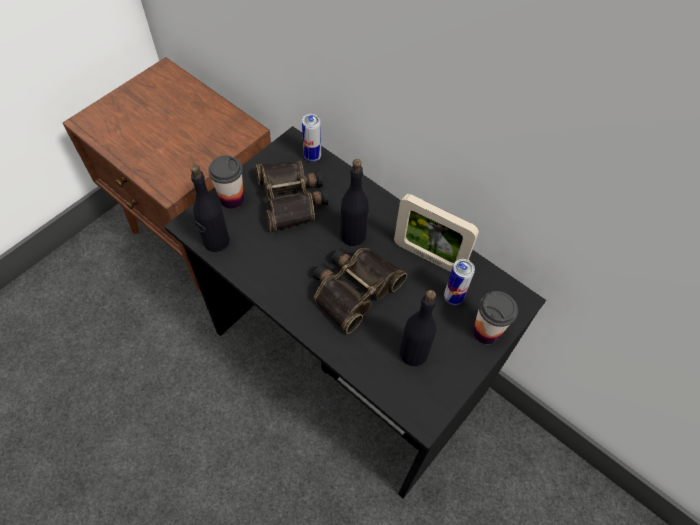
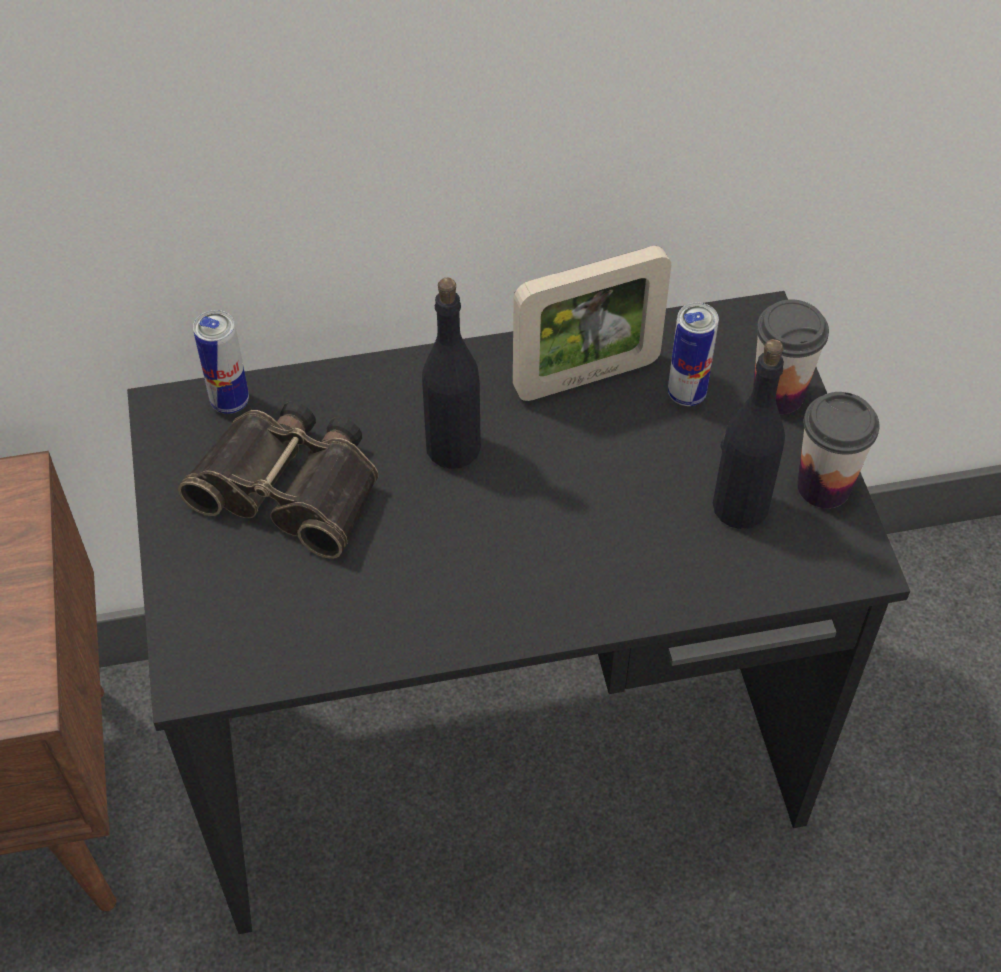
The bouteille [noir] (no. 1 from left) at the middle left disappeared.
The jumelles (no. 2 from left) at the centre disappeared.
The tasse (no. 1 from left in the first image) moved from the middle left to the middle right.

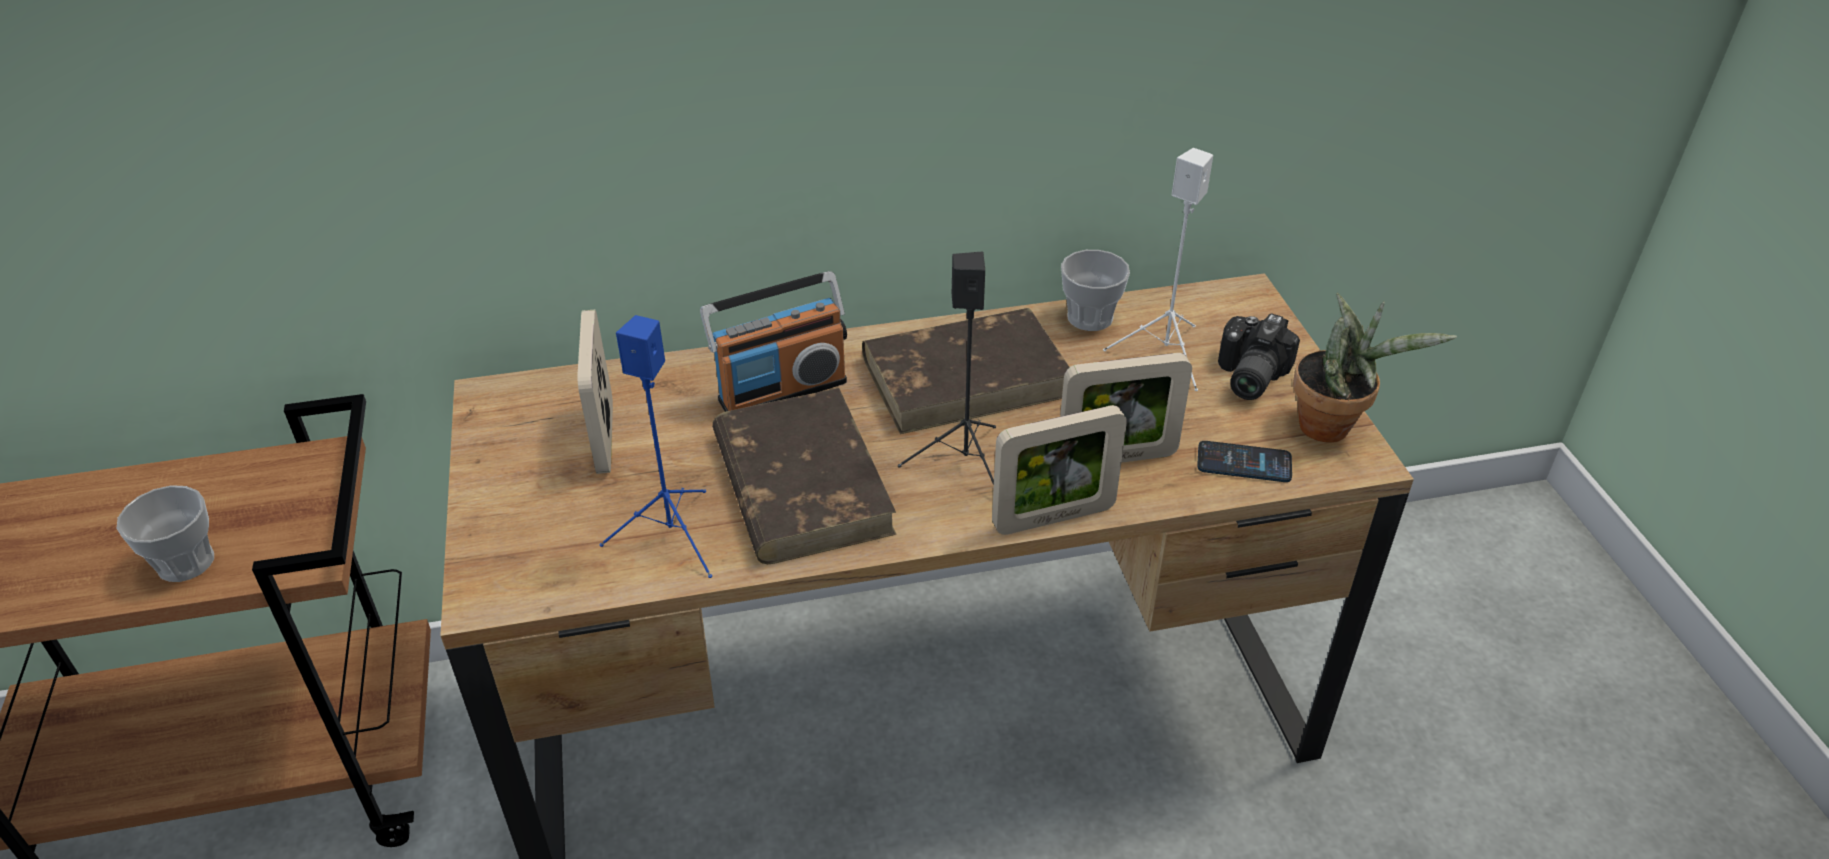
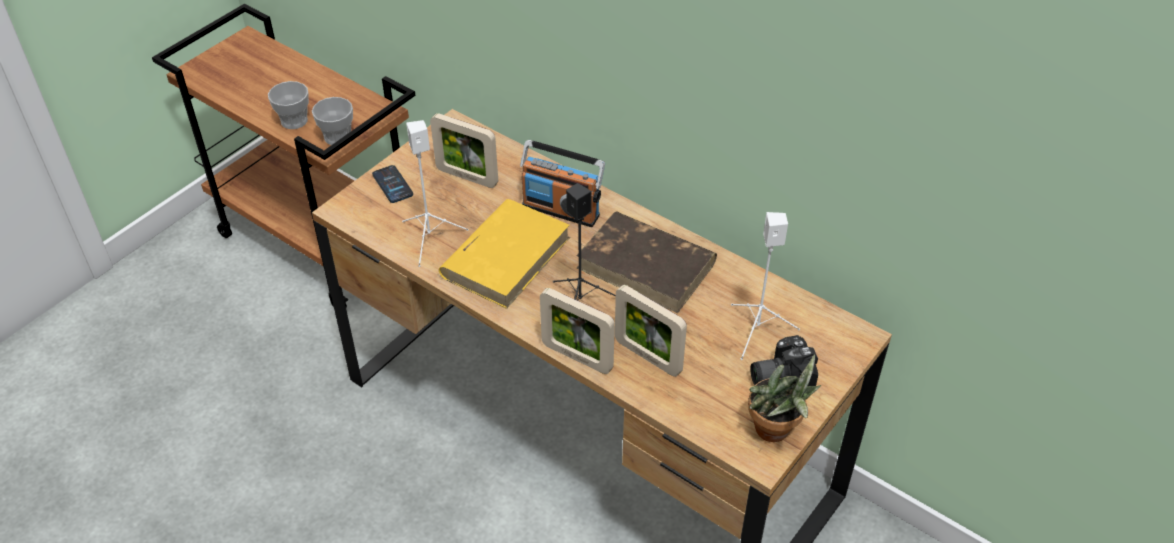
The tasse (no. 2 from left) moved from the centre to the top left.
The téléphone moved from the middle right to the centre.
The enceinte [bleu] at the centre became the enceinte [blanc] (no. 1 from left) at the centre.
The livre [marron] (no. 1 from left) at the centre became the livre [jaune] at the centre.
The cadre photo (no. 1 from left) at the middle left turned 105 degrees counterclockwise.

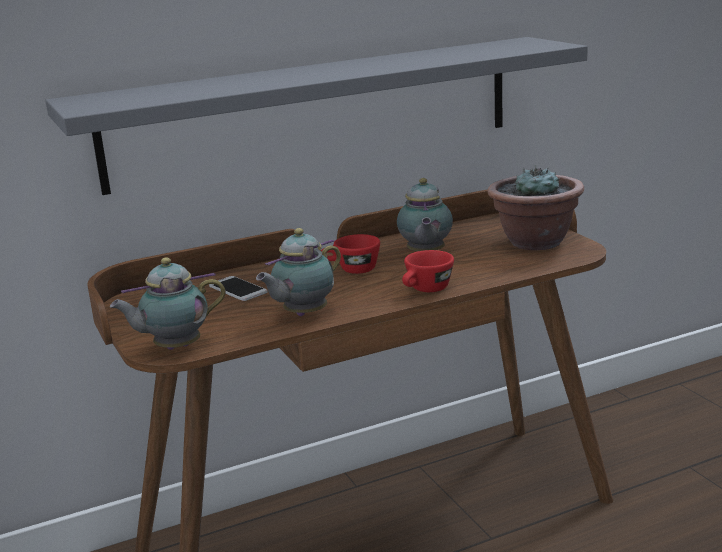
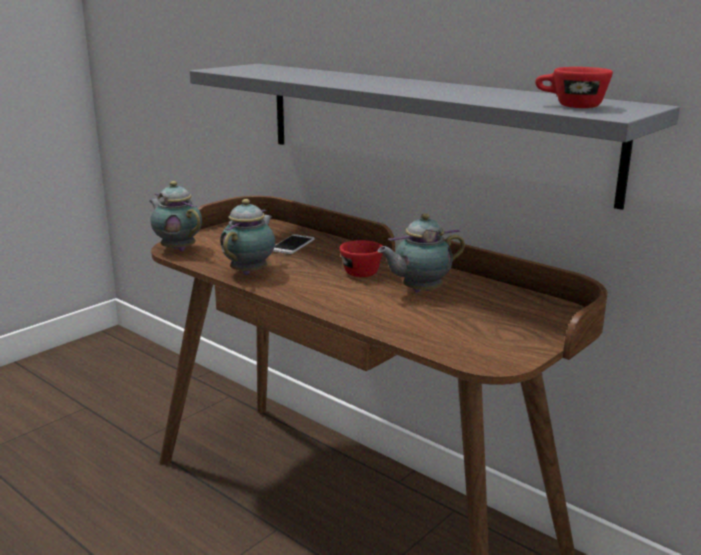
The plante en pot at the middle right disappeared.
The tasse [rouge] (no. 2 from left) moved from the centre to the top right.
The théière (no. 2 from left) at the centre turned 90 degrees clockwise.

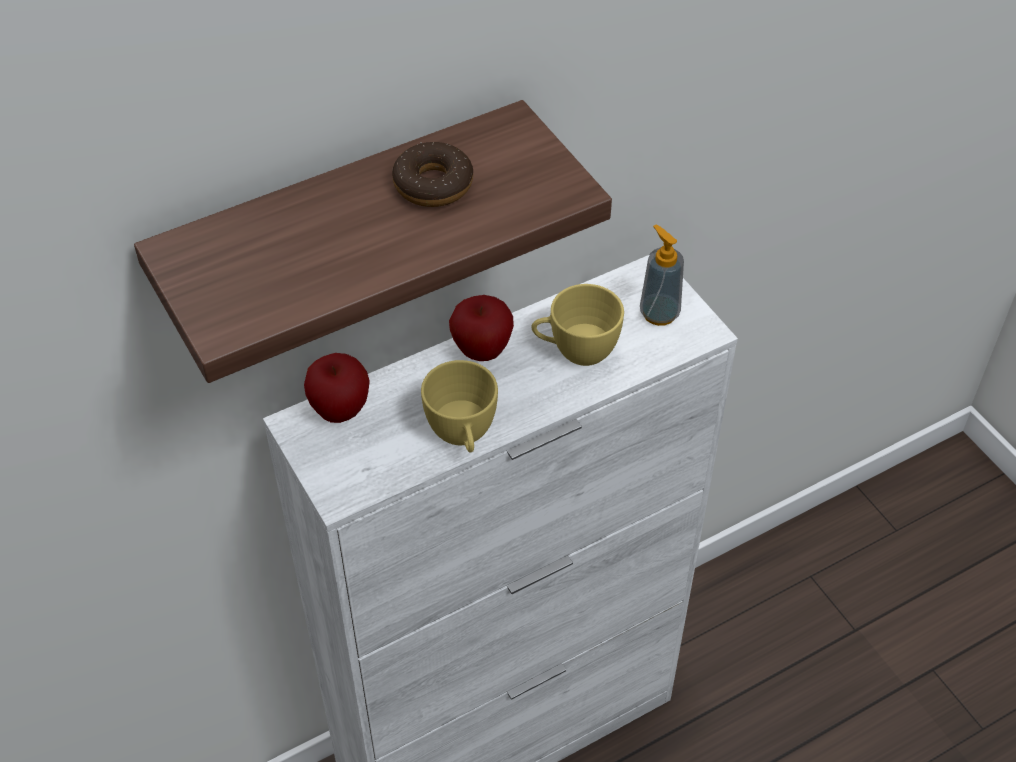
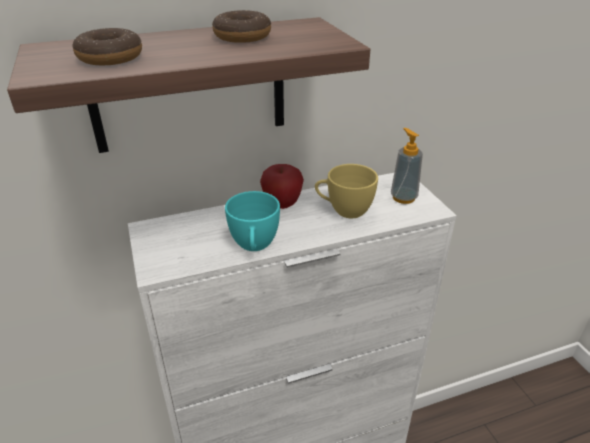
The pomme (no. 1 from left) at the middle left disappeared.
The beignet (no. 1 from left) at the top left appeared.
The tasse [jaune] (no. 1 from left) at the centre became the tasse [turquoise] at the centre.

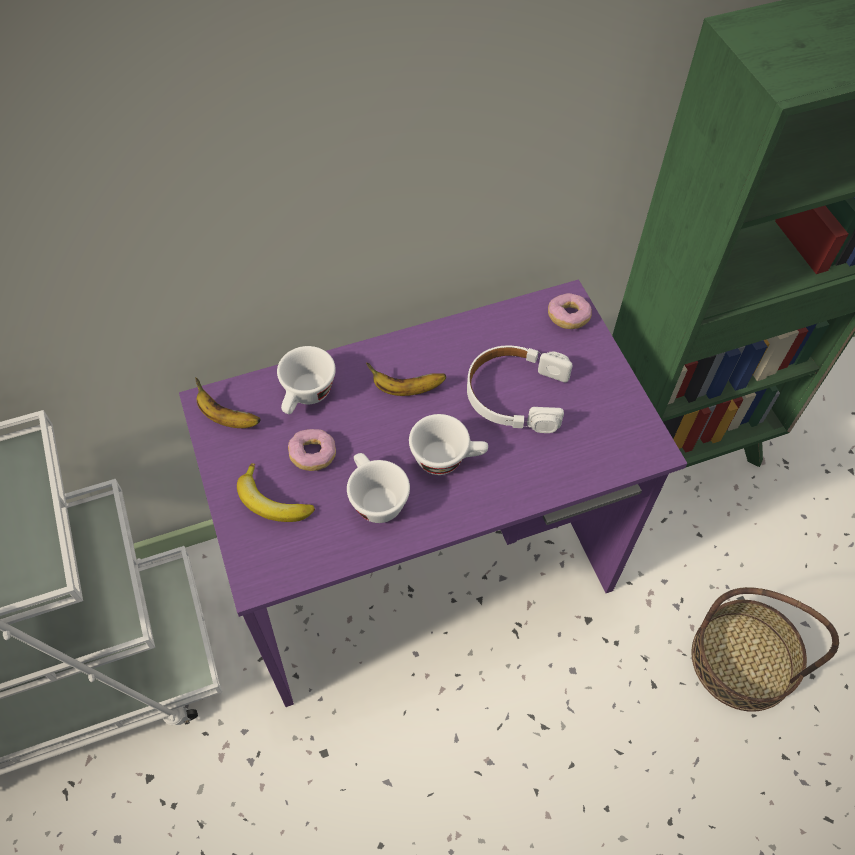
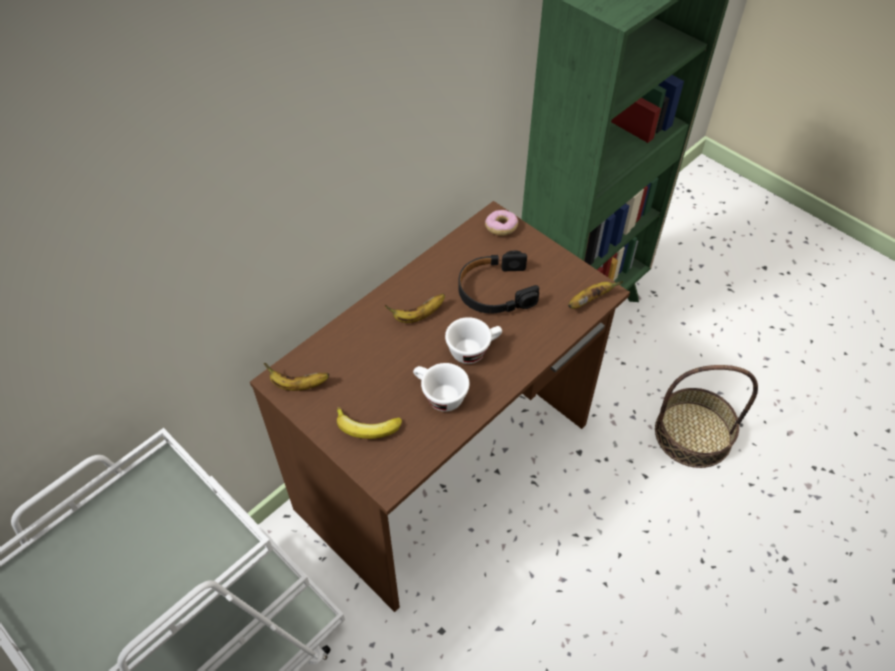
The tasse [blanc] (no. 1 from left) at the centre disappeared.
The beignet (no. 1 from left) at the centre disappeared.
The banane (no. 4 from left) at the centre appeared.
The bureau [violet] at the centre became the bureau [marron] at the centre.
The casque audio [blanc] at the centre became the casque audio [noir] at the centre.

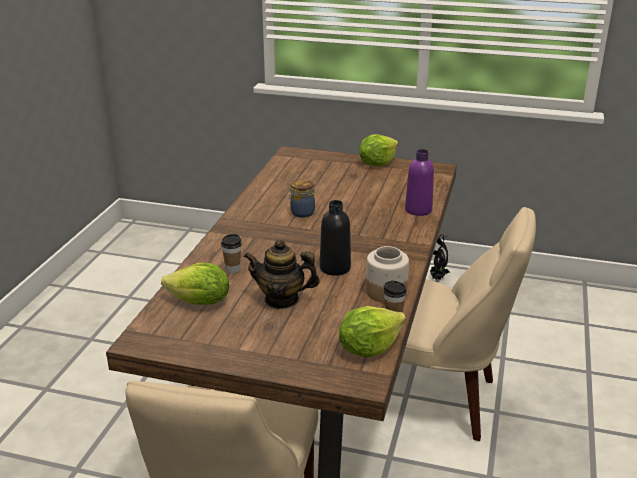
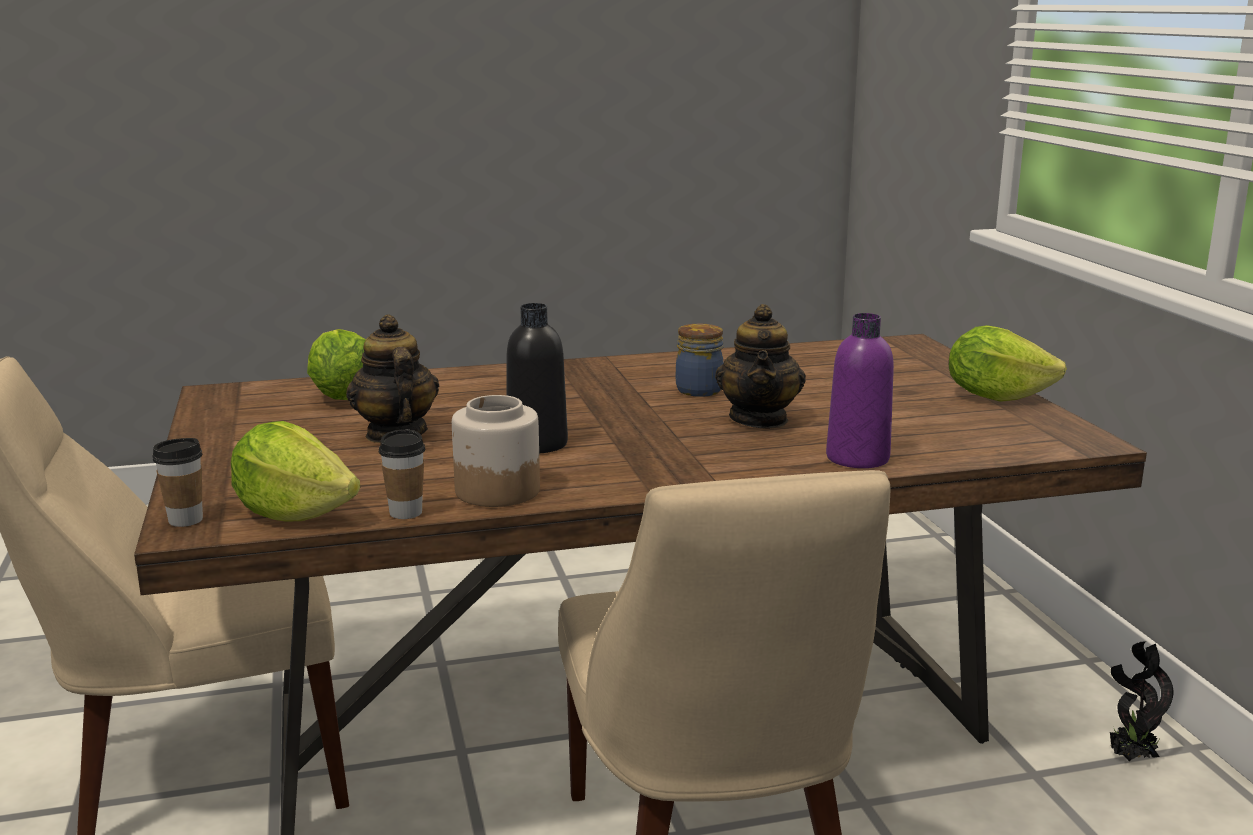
The théière (no. 2 from left) at the centre appeared.
The tasse (no. 1 from left) moved from the centre to the middle left.

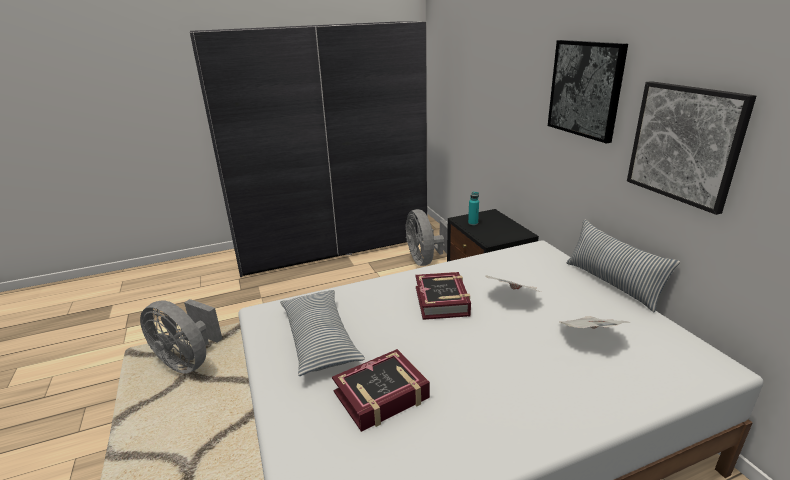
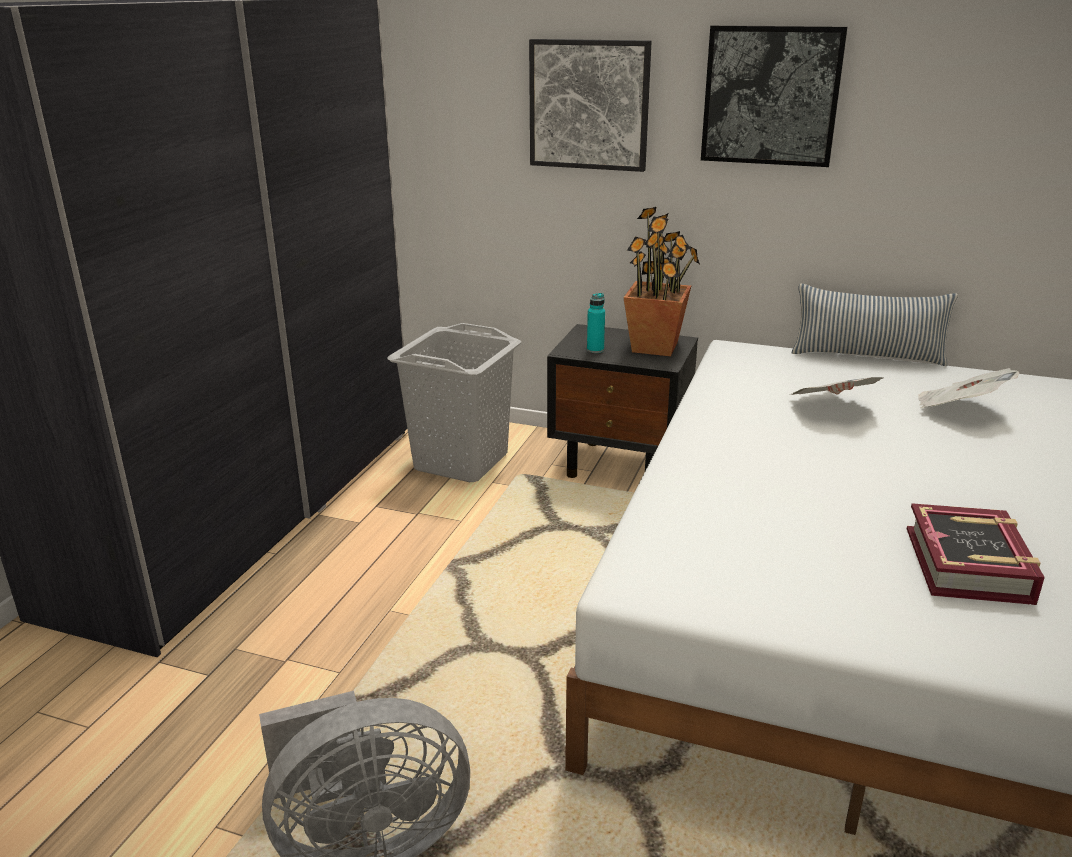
The coussin (no. 1 from left) at the bottom centre disappeared.
The livre (no. 2 from left) at the centre disappeared.
The plante en pot at the top centre appeared.
The tableau (no. 2 from left in the first image) moved from the top right to the top centre.
The ventilateur [gris] (no. 2 from left) at the centre was replaced by the panier à linge [gris] at the centre.

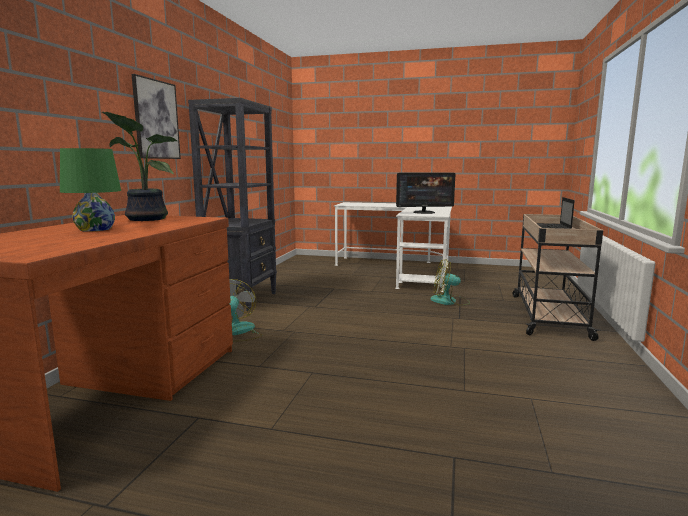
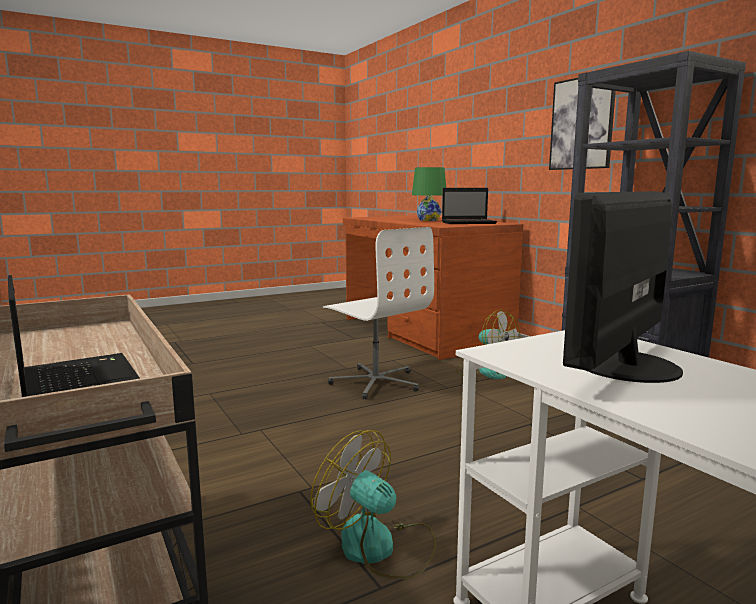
The chaise de bureau [blanc] at the centre appeared.
The plante en pot at the top left was replaced by the ordinateur portable (no. 2 from left) at the centre.
The ventilateur (no. 2 from left in the first image) at the centre turned 105 degrees counterclockwise.

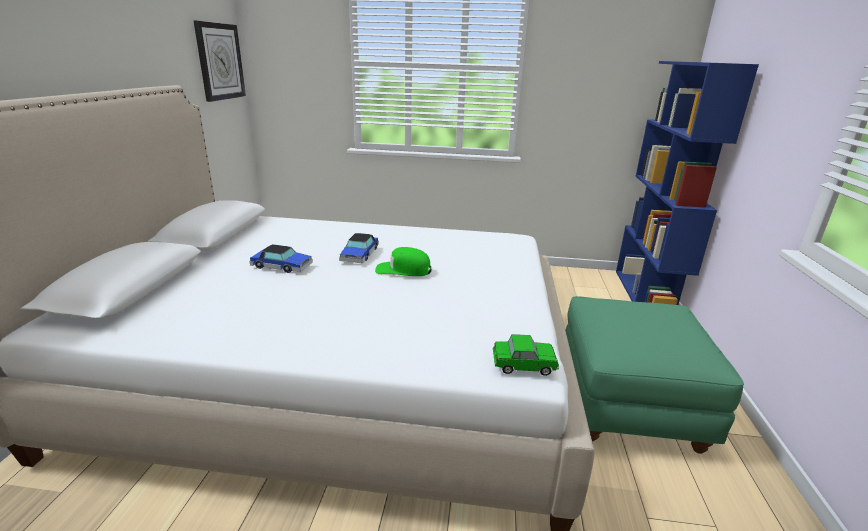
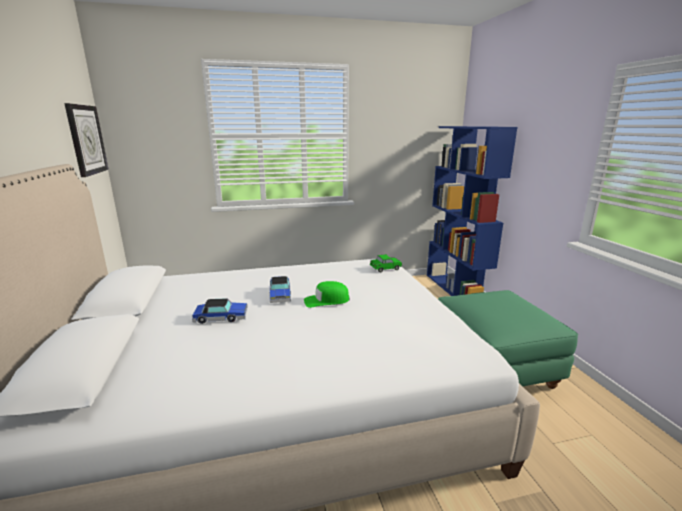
The petite voiture (no. 3 from left) moved from the bottom centre to the centre.

